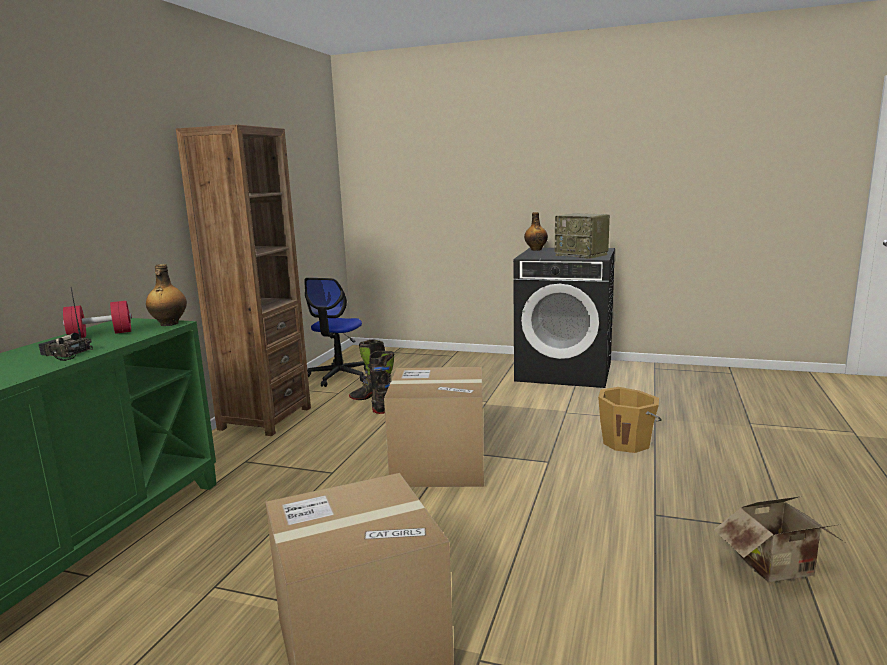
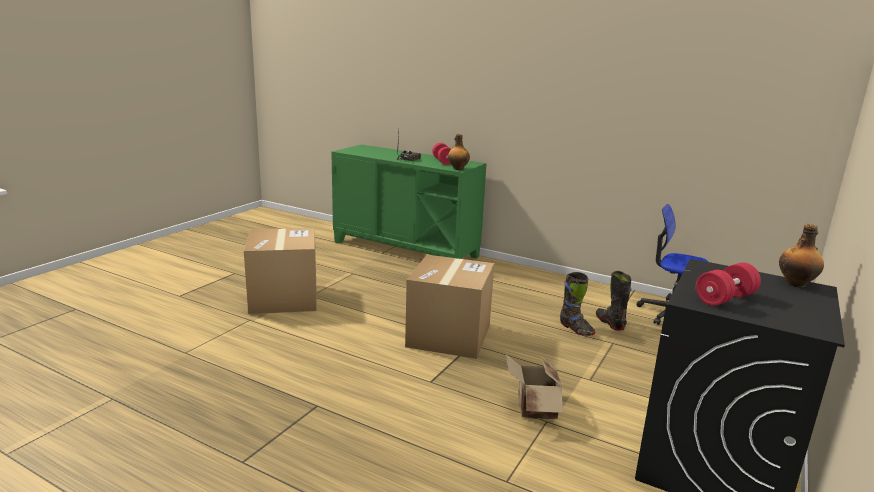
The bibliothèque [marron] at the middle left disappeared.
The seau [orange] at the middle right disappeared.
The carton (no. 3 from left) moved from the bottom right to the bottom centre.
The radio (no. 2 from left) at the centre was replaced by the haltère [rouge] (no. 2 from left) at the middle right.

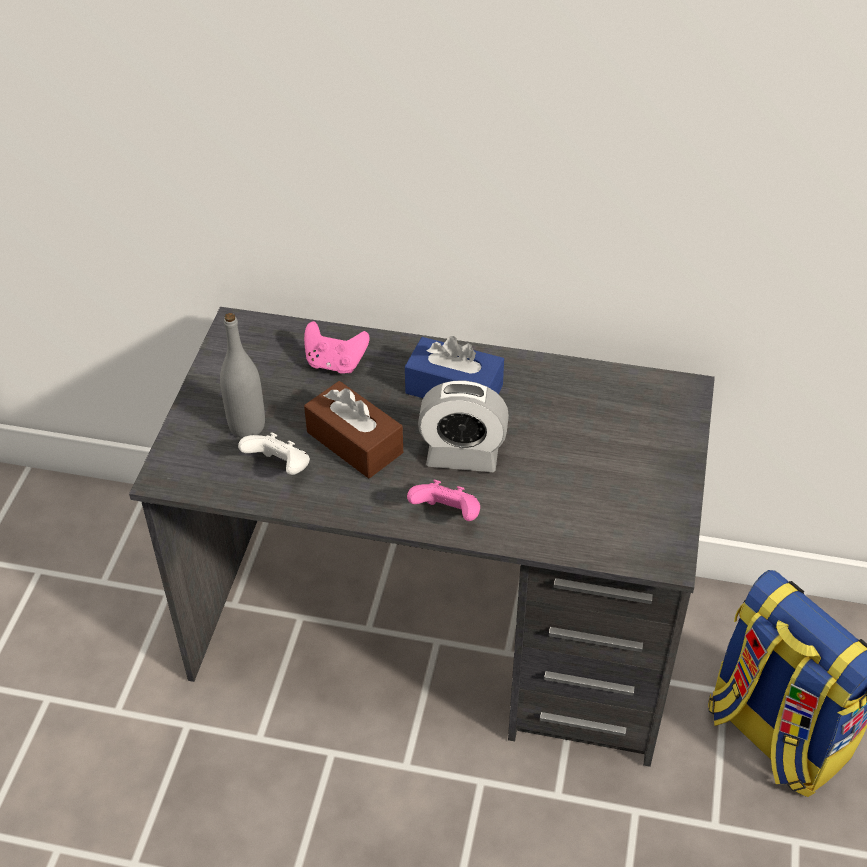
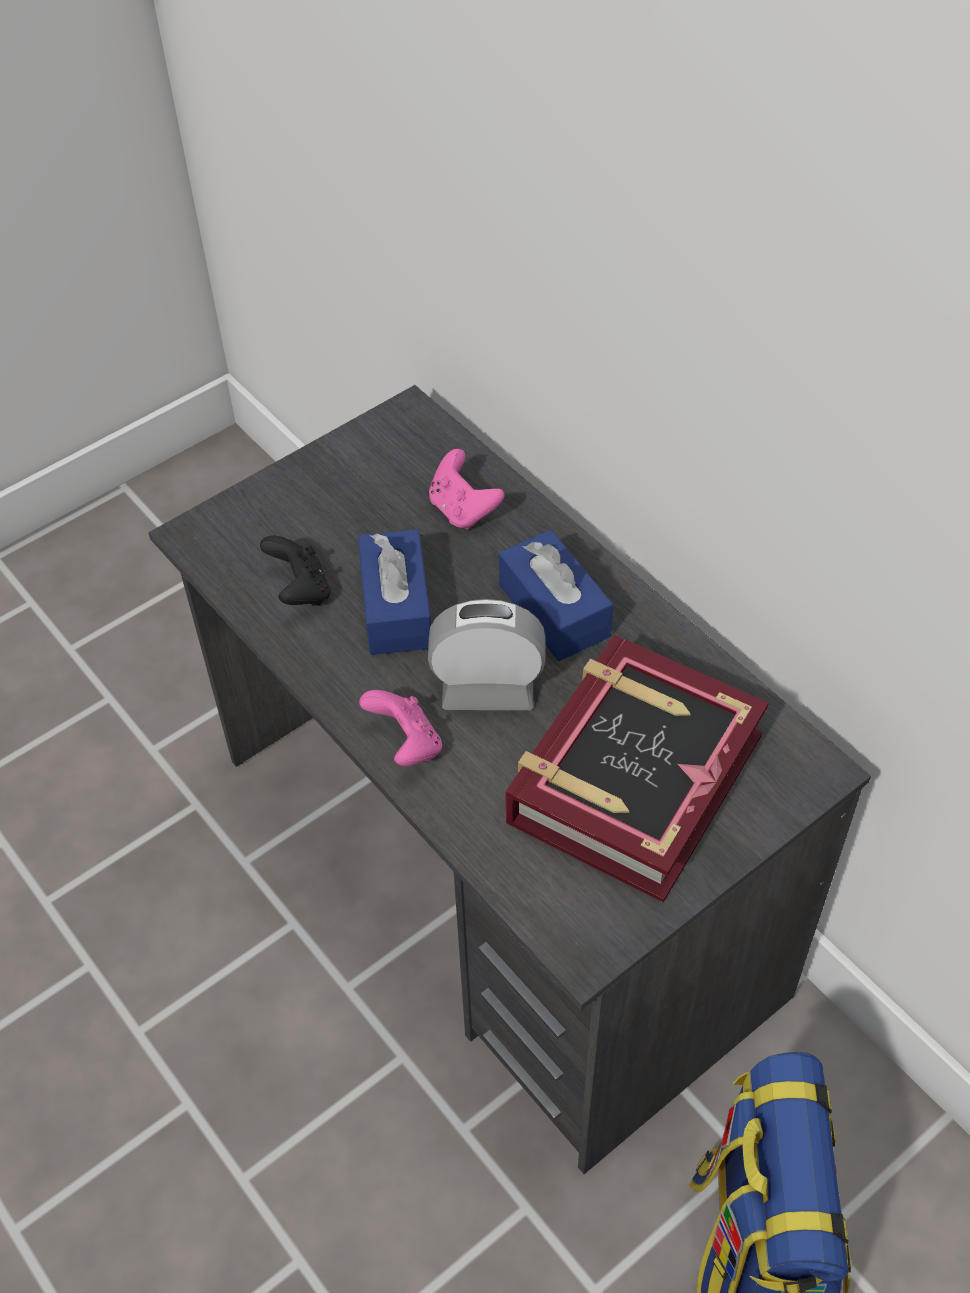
The bouteille [gris] at the middle left disappeared.
The livre at the centre appeared.
The manette [blanc] at the middle left became the manette [noir] at the middle left.
The boîte à mouchoirs [marron] at the centre became the boîte à mouchoirs [bleu] (no. 1 from left) at the centre.
The réveil at the centre turned 135 degrees clockwise.

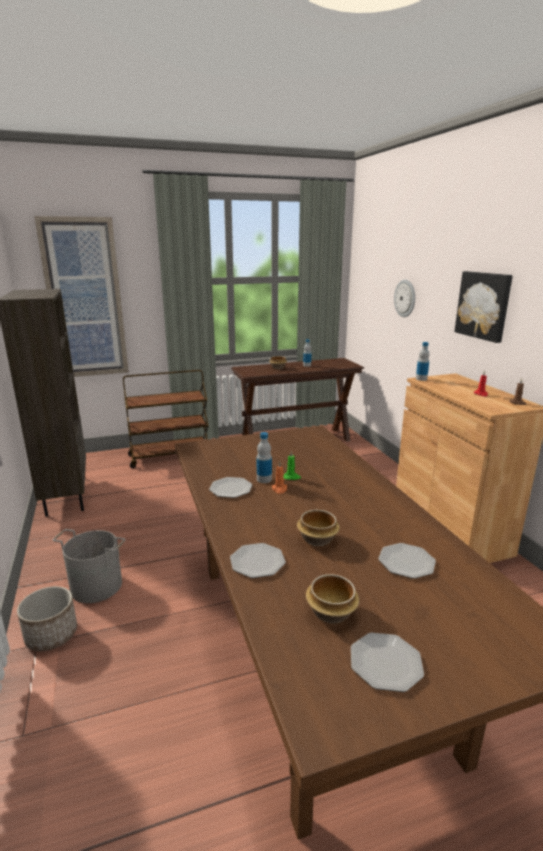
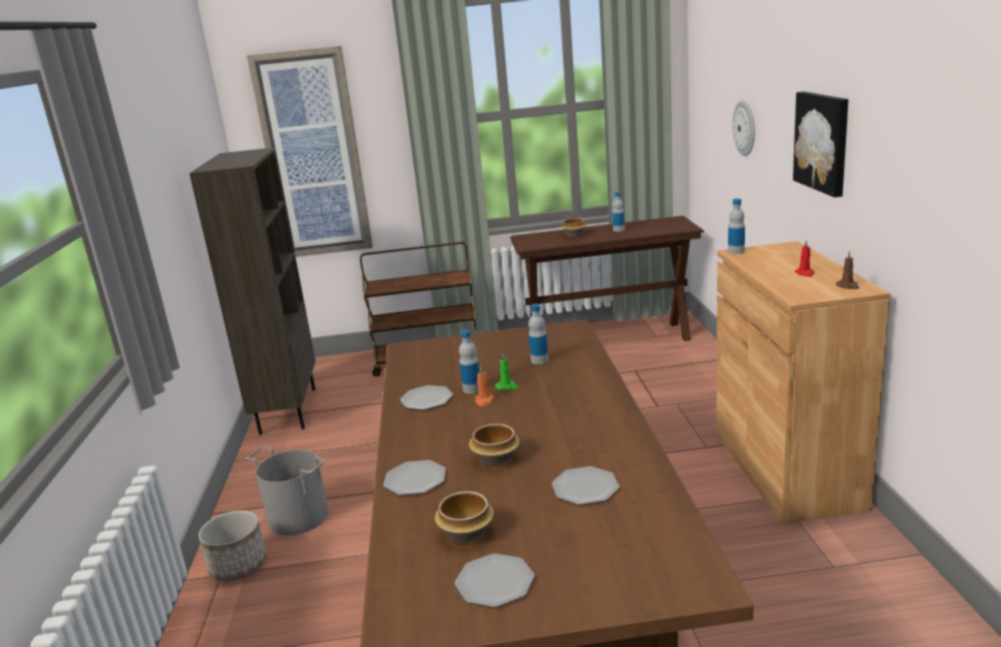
The bouteille (no. 2 from left) at the centre appeared.

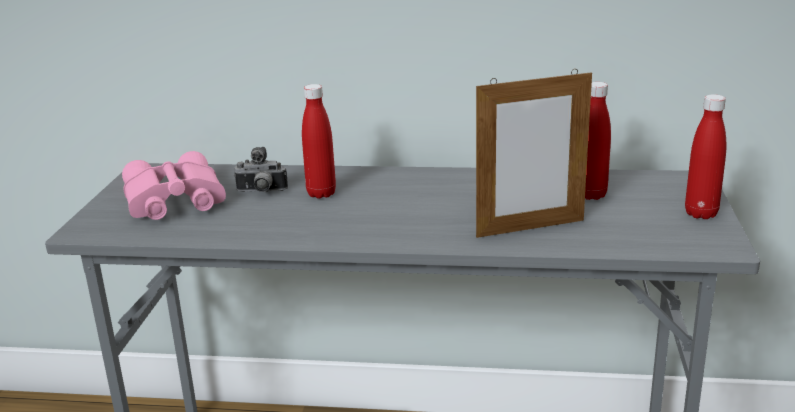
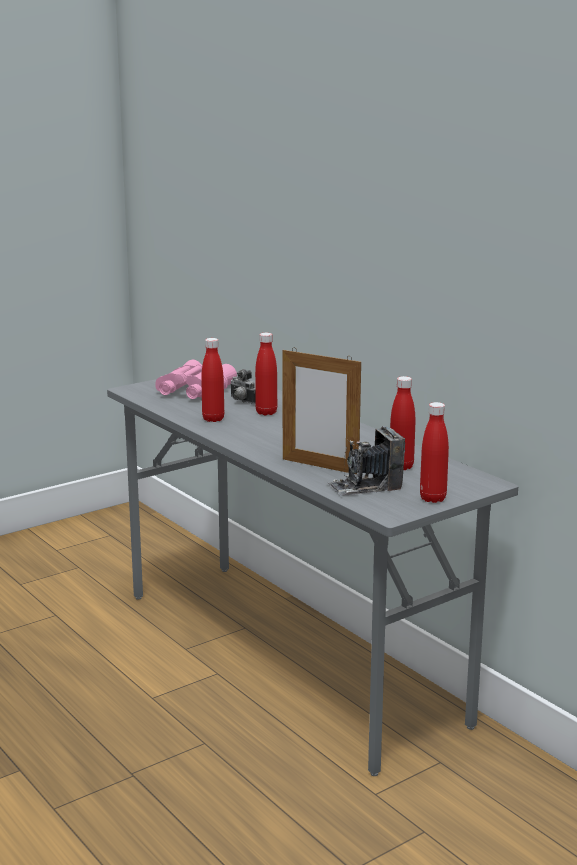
The bouteille [rouge] (no. 1 from left) at the centre appeared.
The appareil photo (no. 2 from left) at the centre appeared.

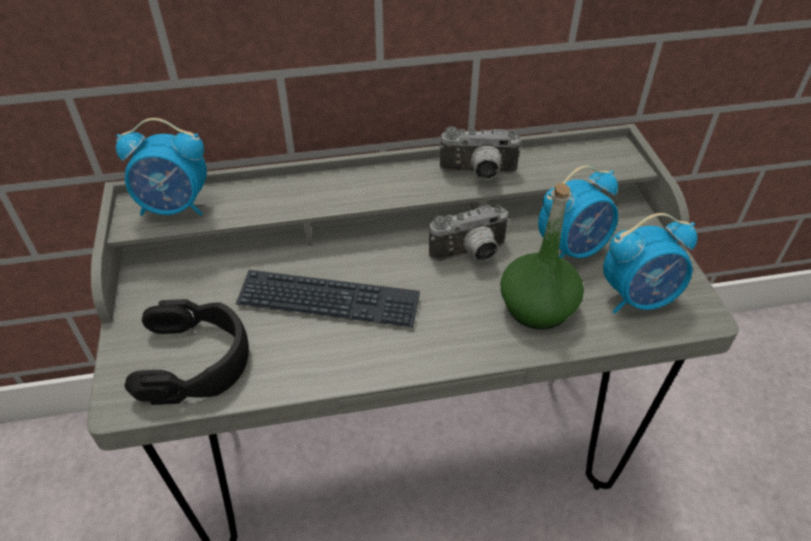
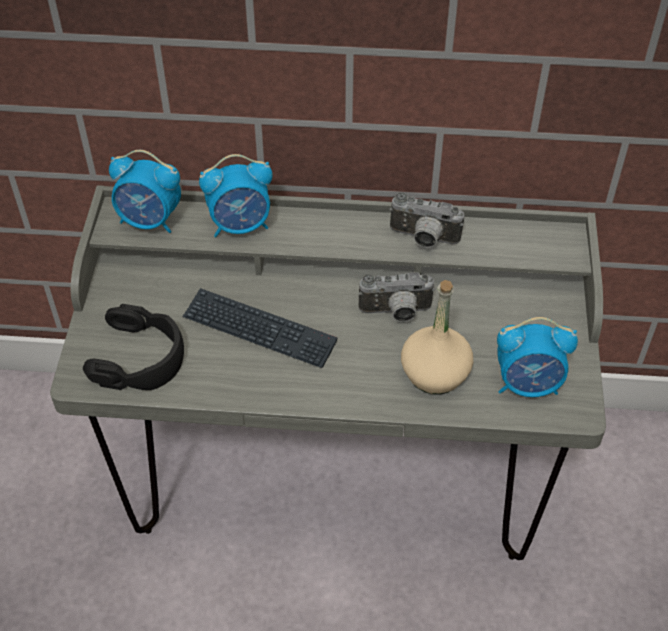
The réveil (no. 2 from left) moved from the middle right to the top centre.
The bouteille [vert] at the middle right became the bouteille [beige] at the centre.

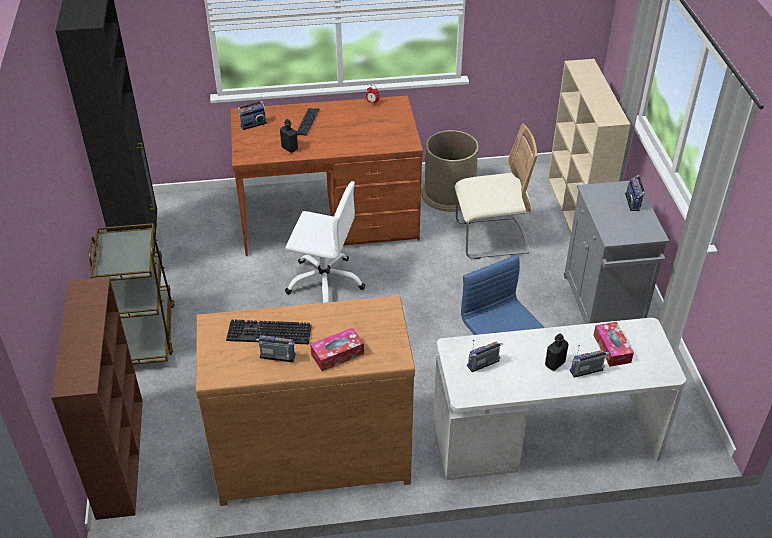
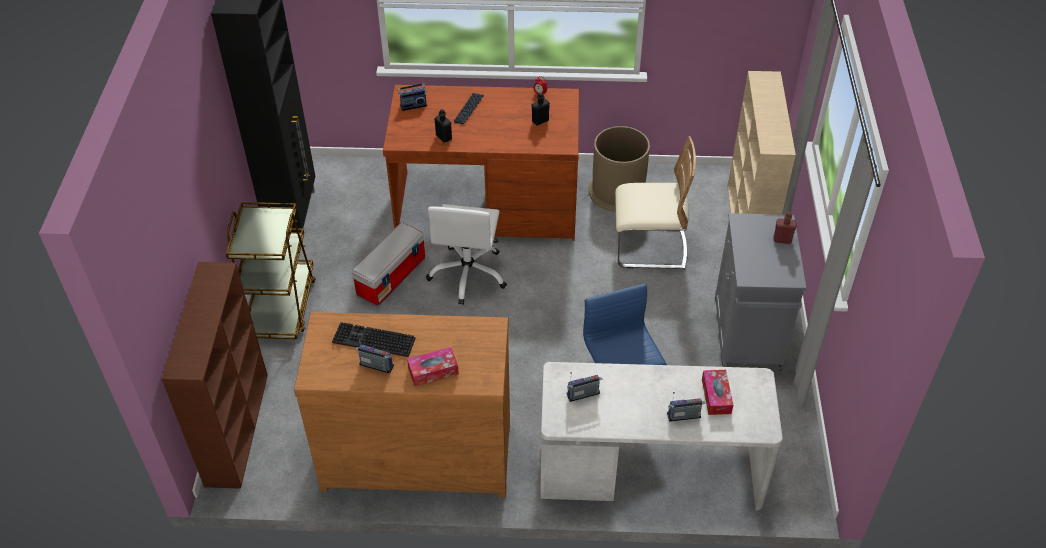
The boîte de rangement at the centre appeared.
The bouteille [noir] (no. 2 from left) moved from the middle right to the top centre.
The radio (no. 5 from left) at the middle right was replaced by the bouteille [rouge] at the middle right.
The chaise de bureau [blanc] at the centre turned 75 degrees clockwise.

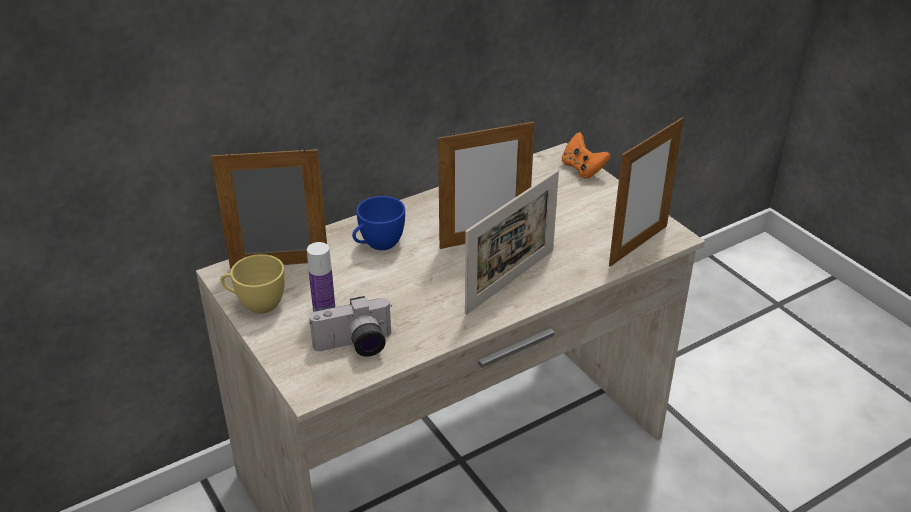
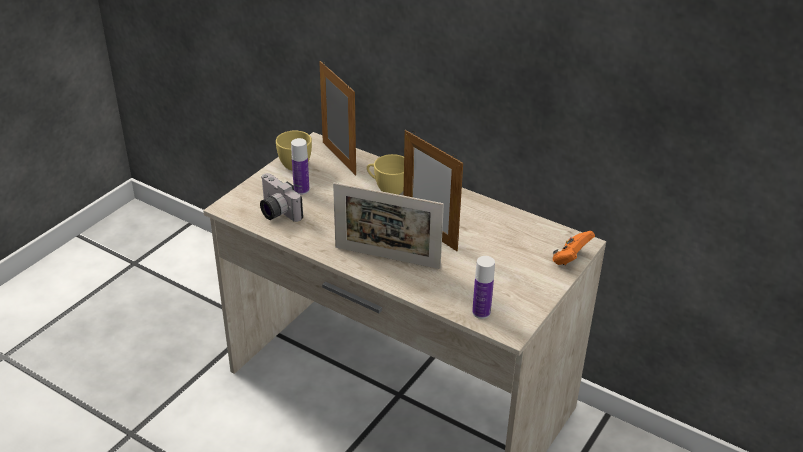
The cadre photo (no. 4 from left) at the middle right was replaced by the bouteille (no. 2 from left) at the centre.
The tasse [bleu] at the centre became the tasse [jaune] (no. 2 from left) at the centre.

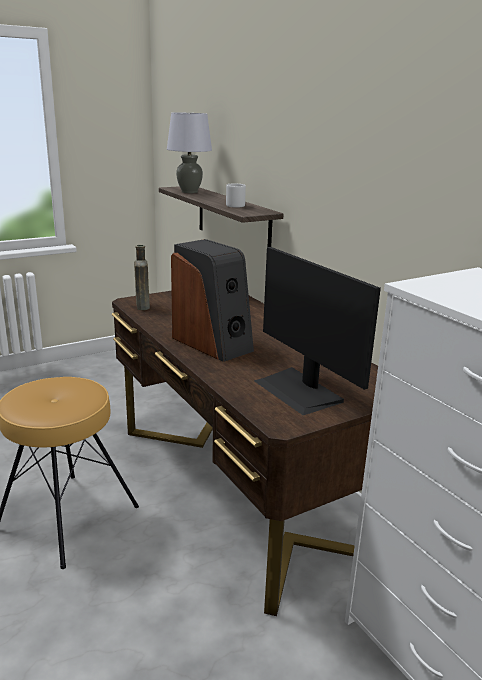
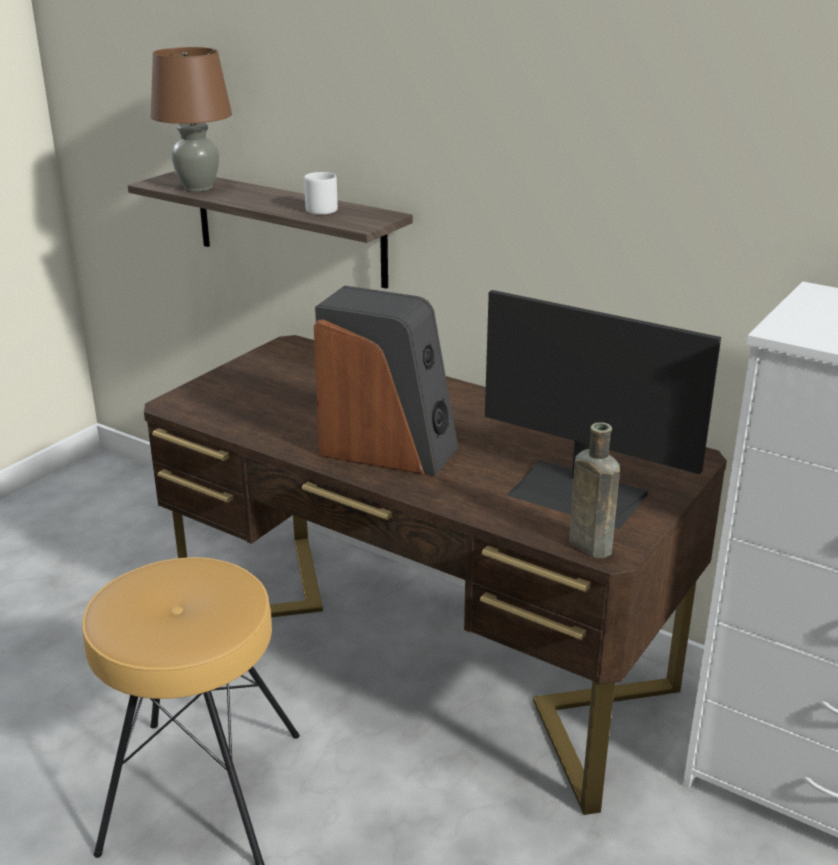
The bouteille [marron] moved from the middle left to the middle right.
The lampe de table [gris] at the top centre became the lampe de table [marron] at the top left.

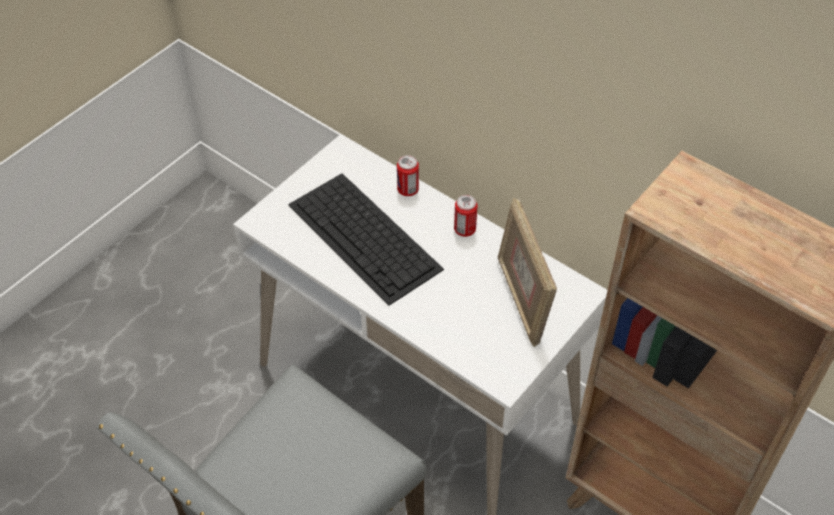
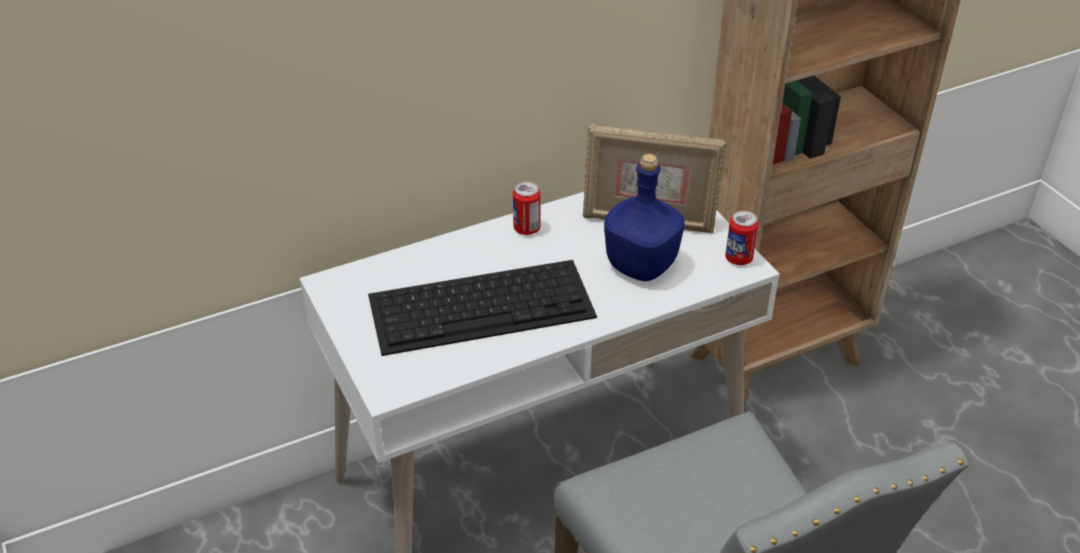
The bouteille [bleu] at the centre appeared.
The boîte métallique (no. 1 from left in the first image) moved from the centre to the middle right.

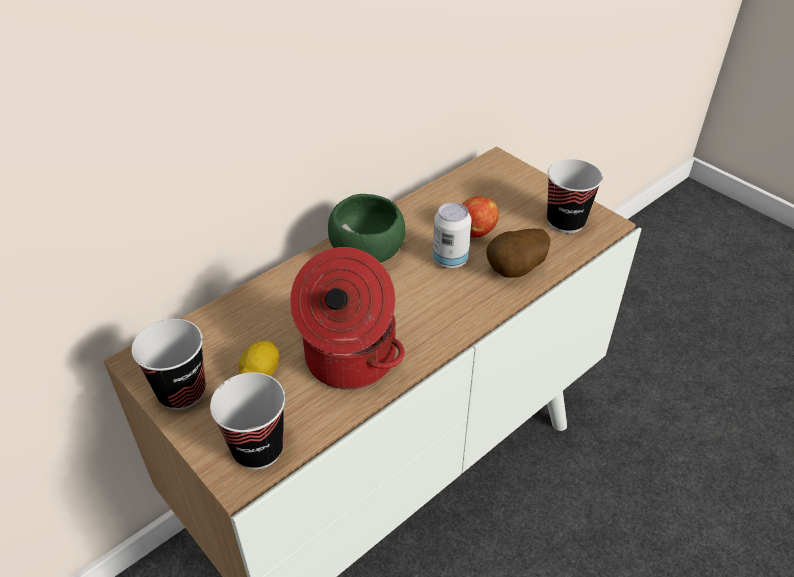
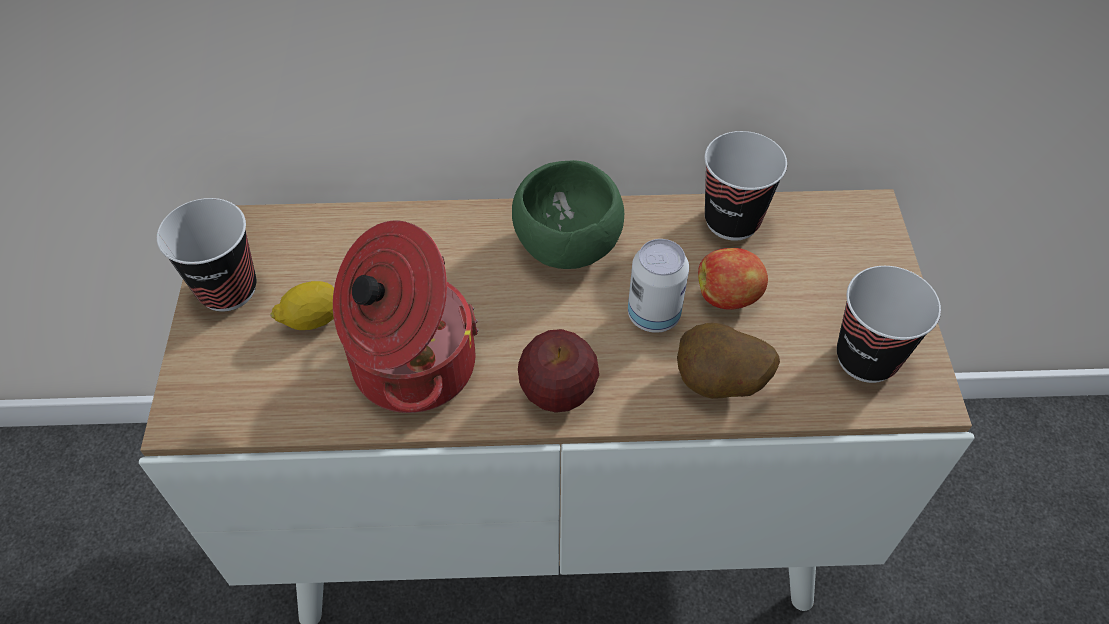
The pomme (no. 1 from left) at the centre appeared.
The tasse (no. 2 from left) moved from the bottom left to the top right.

